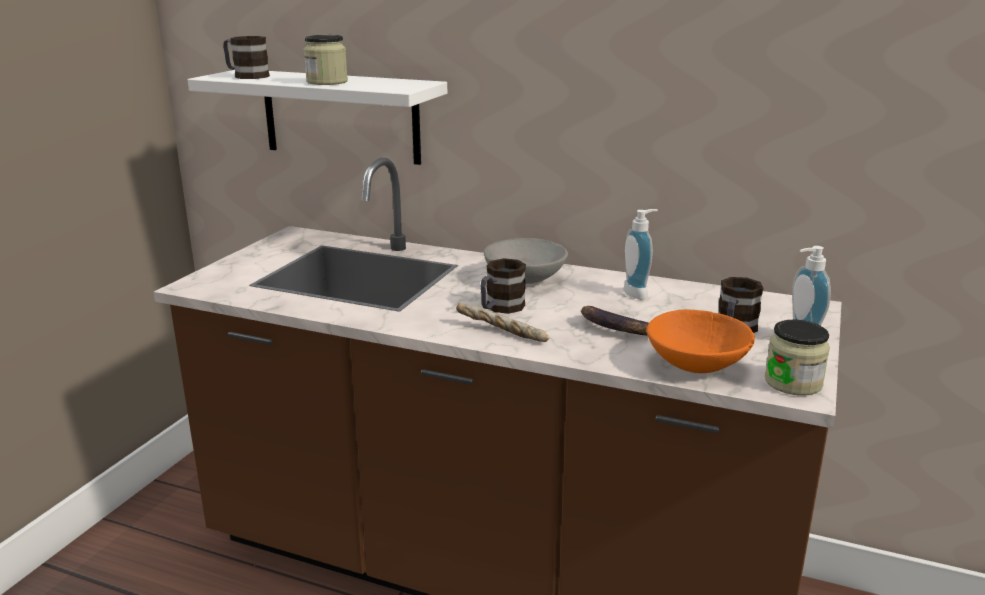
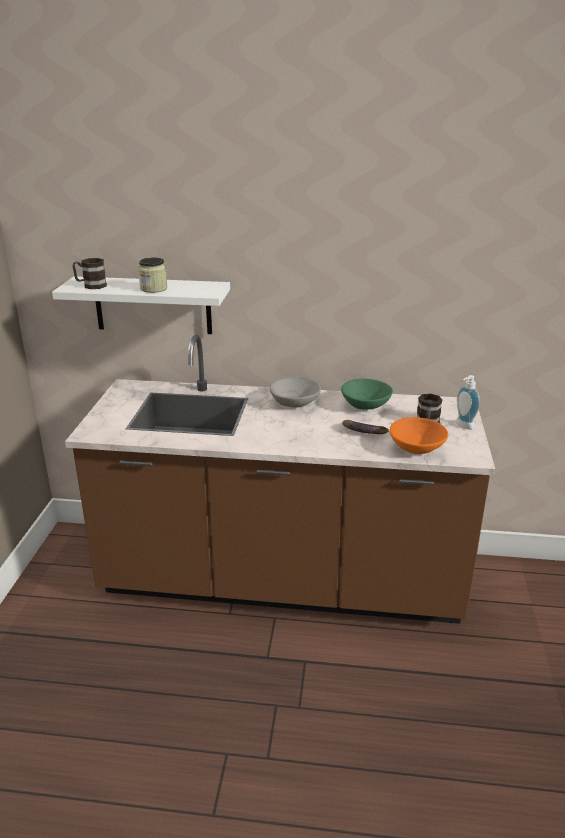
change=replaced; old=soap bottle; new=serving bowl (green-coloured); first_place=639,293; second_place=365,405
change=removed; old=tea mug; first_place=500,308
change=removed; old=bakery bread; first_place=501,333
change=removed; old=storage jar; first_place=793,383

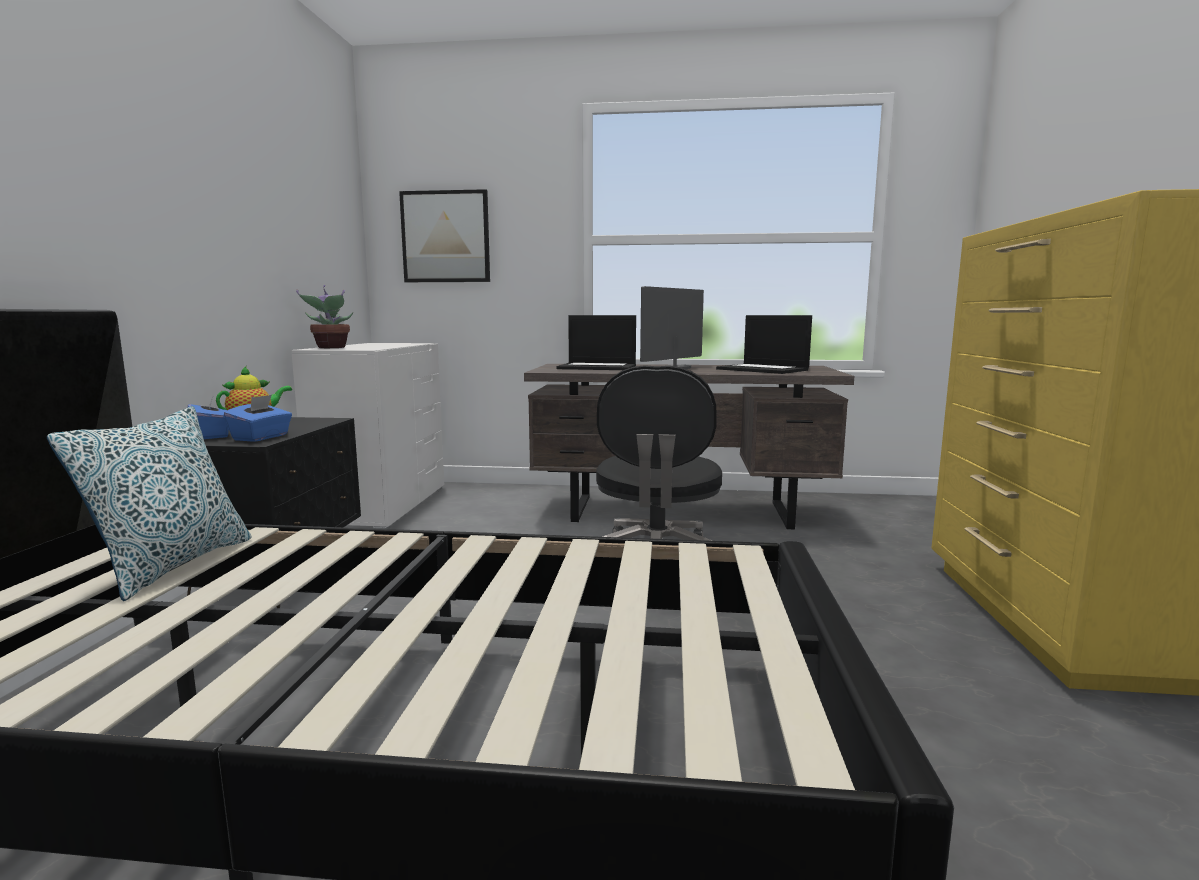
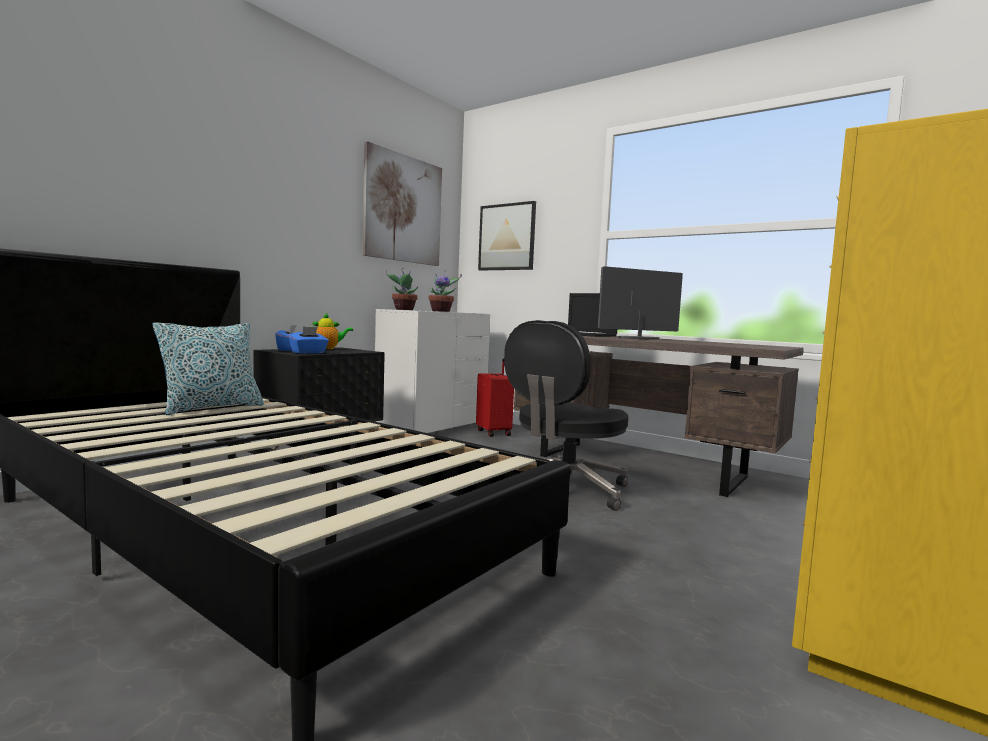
change=removed; old=laptop; first_place=763,369
change=added; new=picture; second_place=403,209
change=added; new=houseplant; second_place=441,311
change=added; new=travel case (red); second_place=494,432

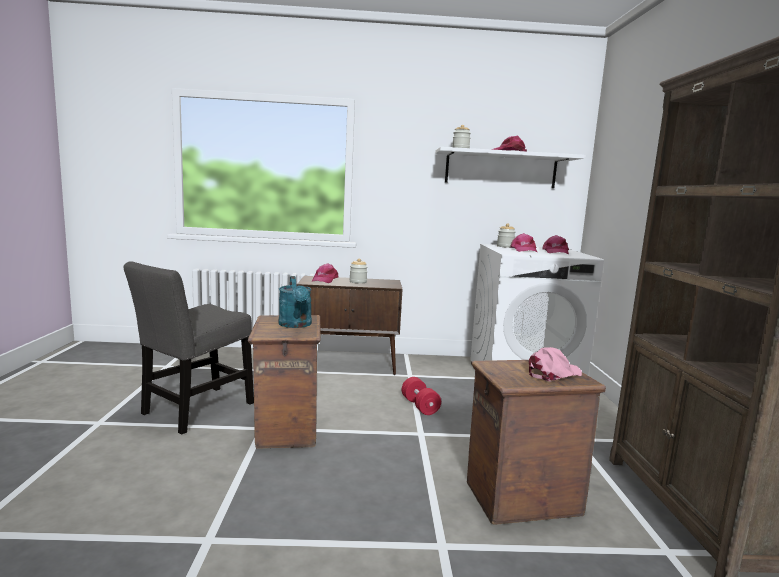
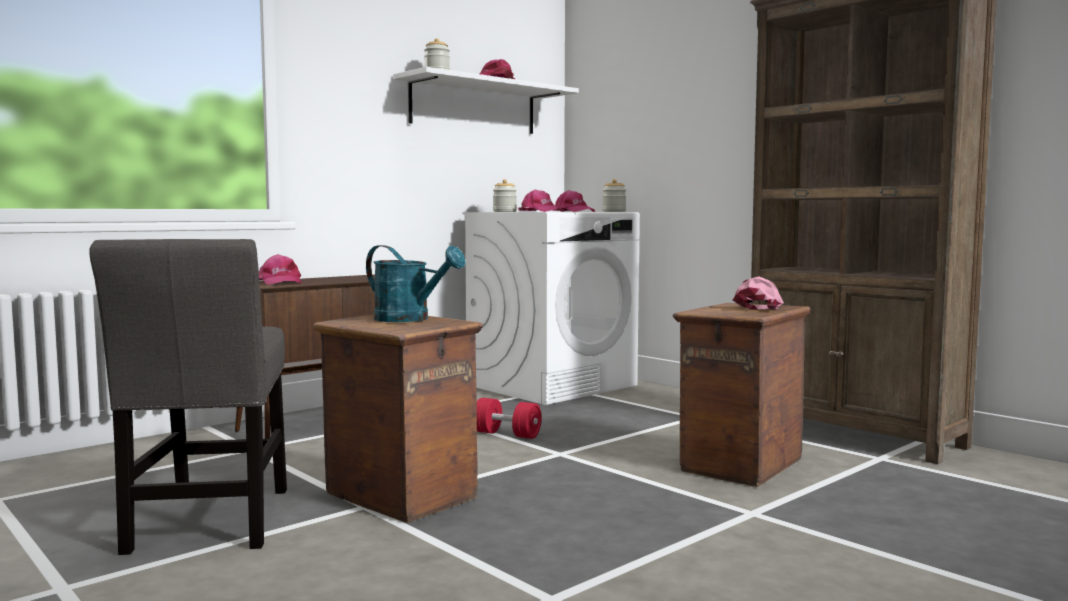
change=moved; old=storage jar; first_place=358,282; second_place=614,211

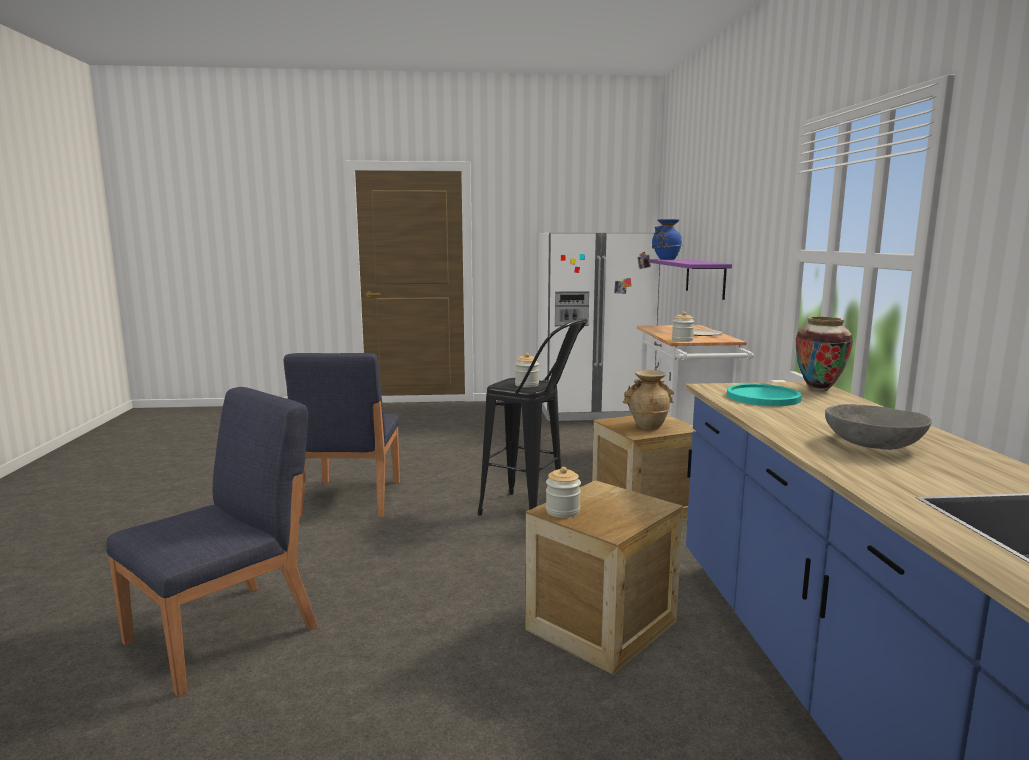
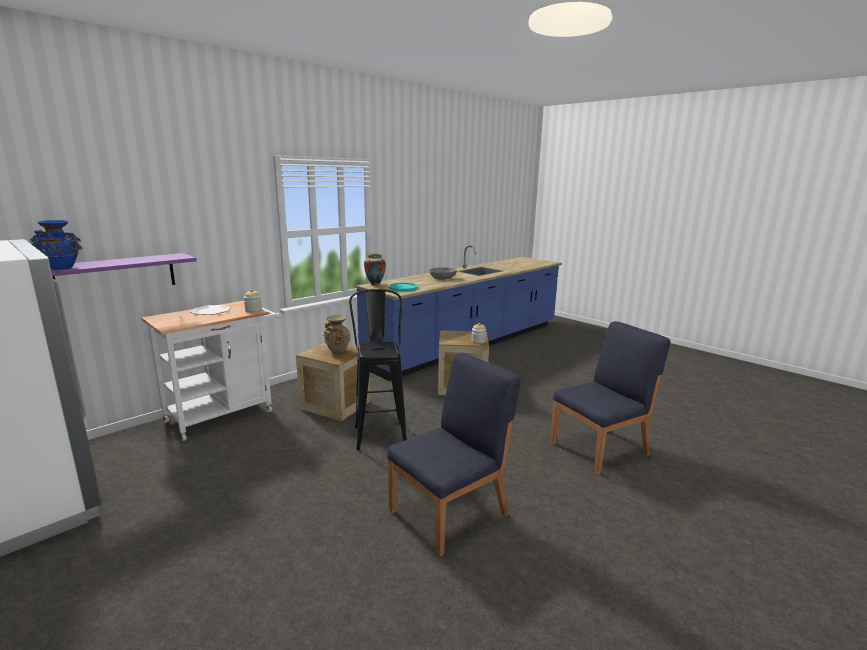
change=removed; old=storage jar; first_place=526,385
change=turned; old=plain chair (blue-coloured); first_place=225,634; second_place=600,448; degrees=150

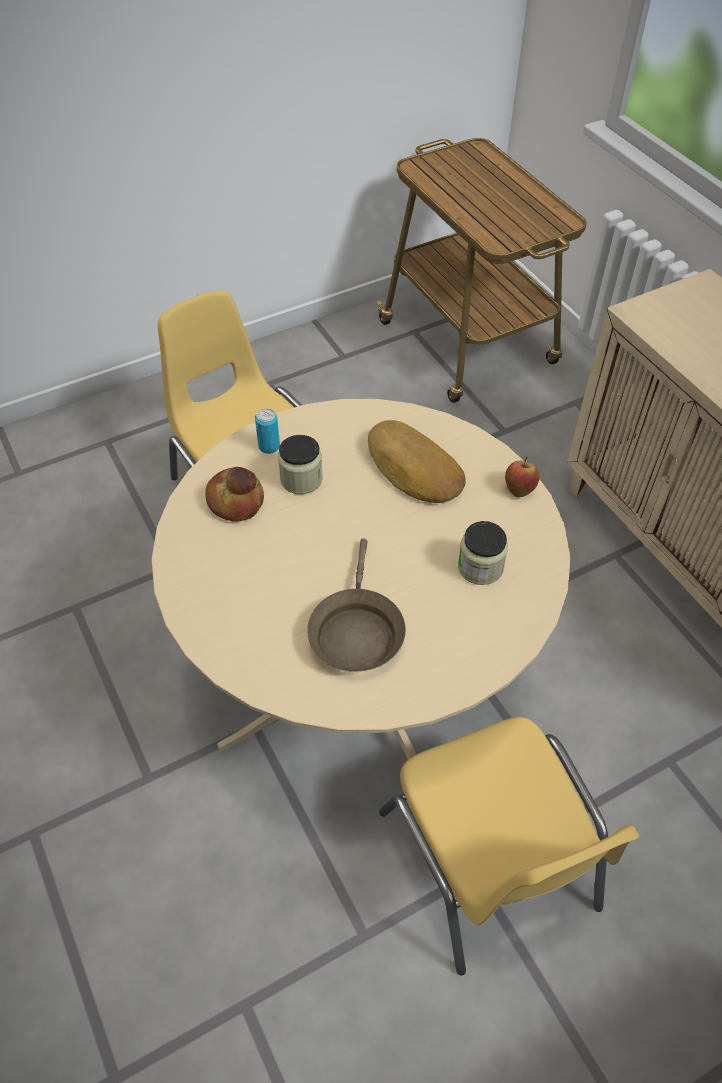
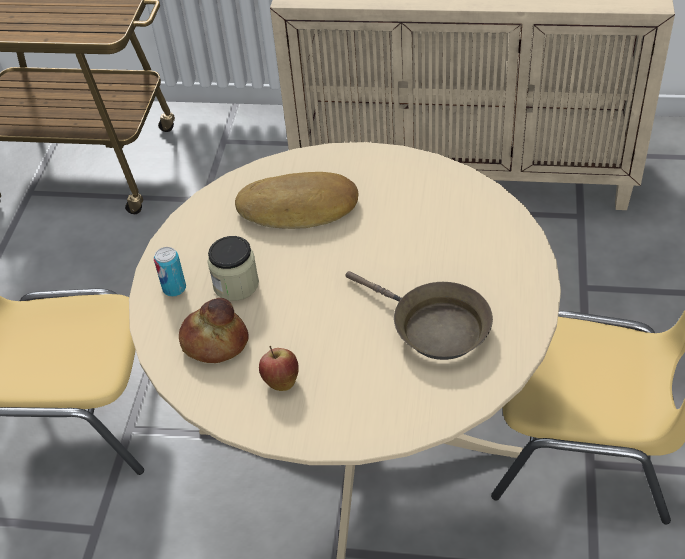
change=moved; old=apple fruit; first_place=519,489; second_place=281,381
change=removed; old=storage jar; first_place=480,567

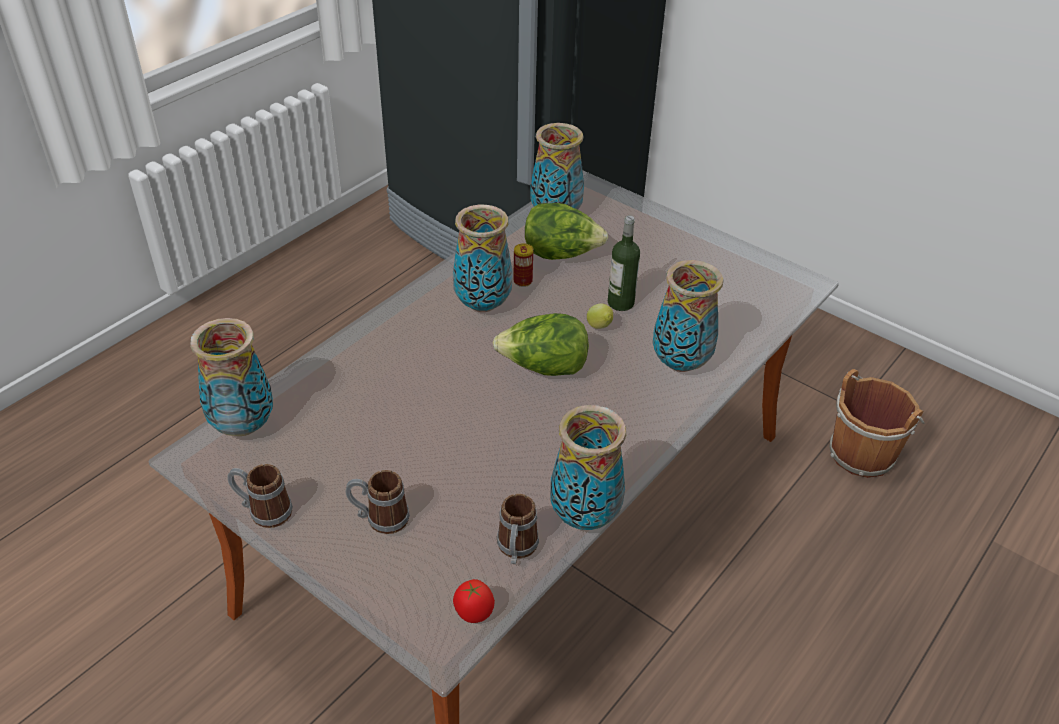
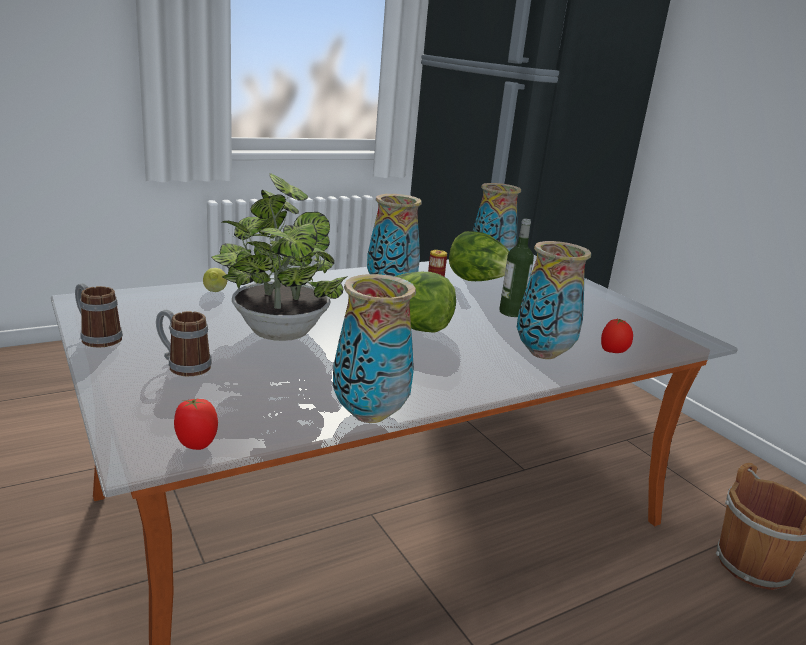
change=moved; old=whole lemon; first_place=600,327; second_place=215,292
change=removed; old=vase; first_place=243,426
change=removed; old=tea mug; first_place=516,549
change=added; new=houseplant; second_place=279,329
change=added; new=whole tomato; second_place=613,352

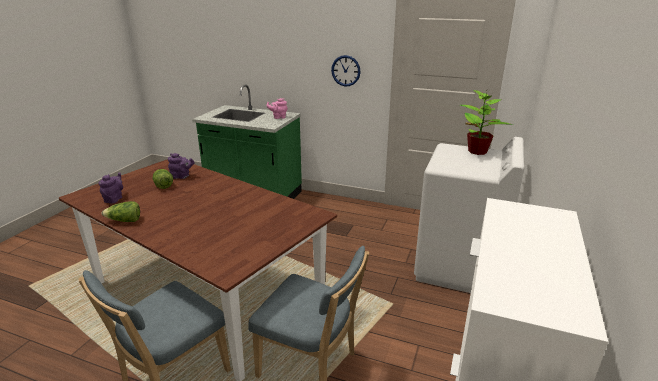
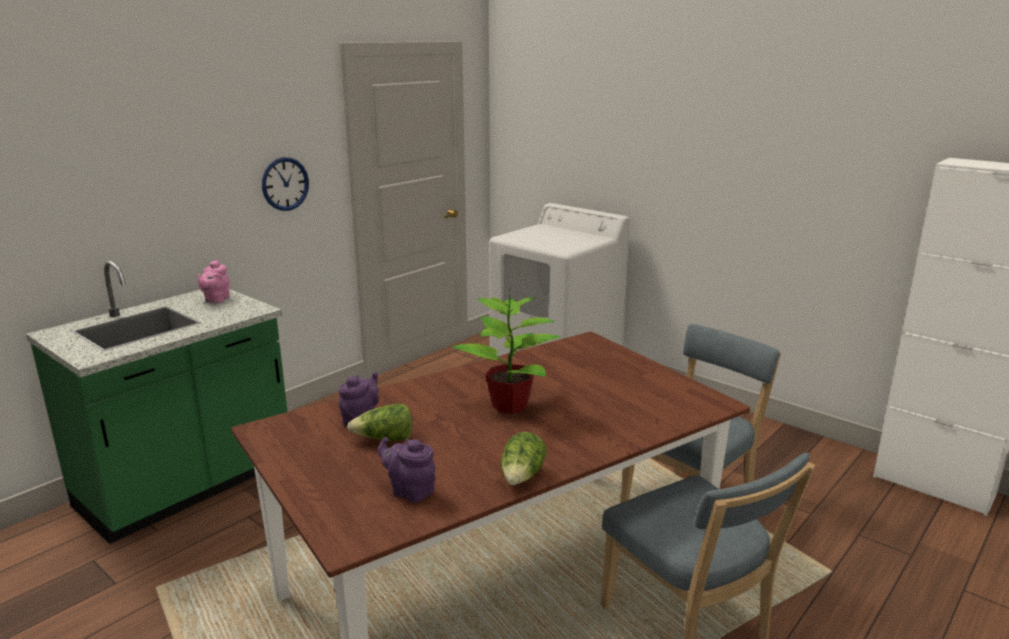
change=moved; old=houseplant; first_place=478,152; second_place=511,405

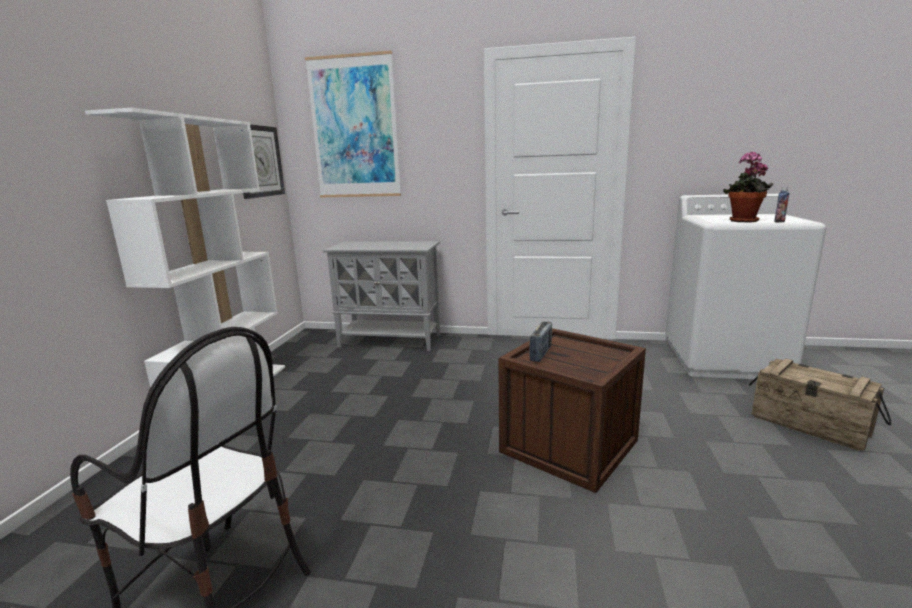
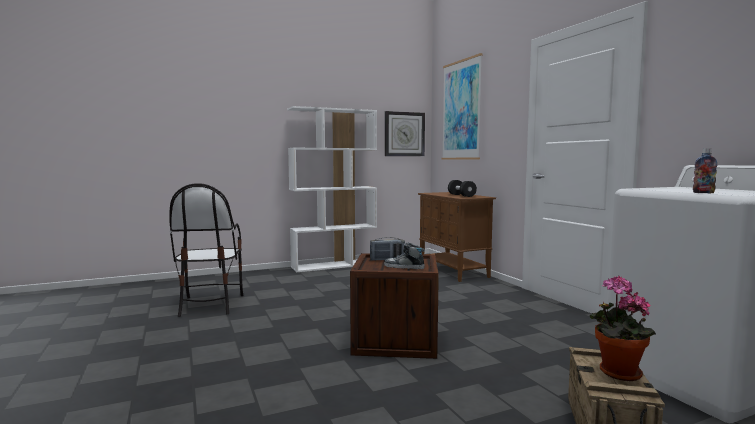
change=moved; old=houseplant; first_place=743,221; second_place=616,373
change=recoloured; old=storage cabinet (gray); new=storage cabinet (brown); first_place=391,340; second_place=453,271
change=added; new=free weight (black); second_place=461,195
change=added; new=shoe; second_place=404,267

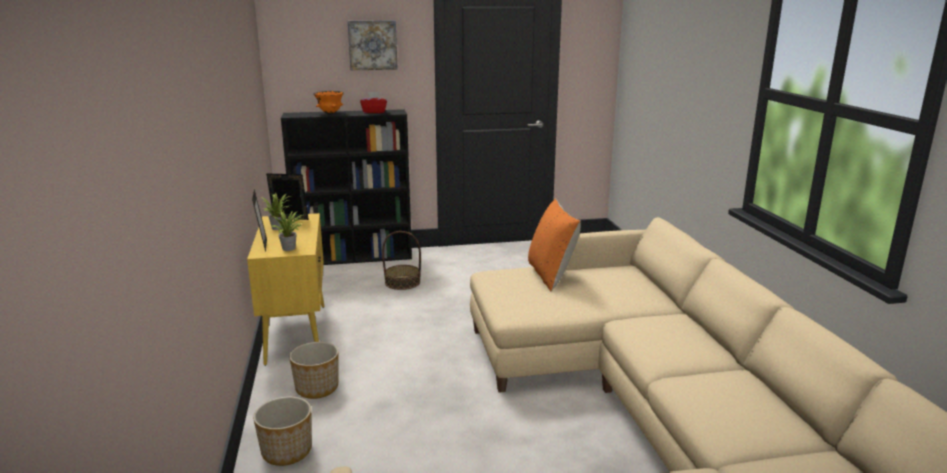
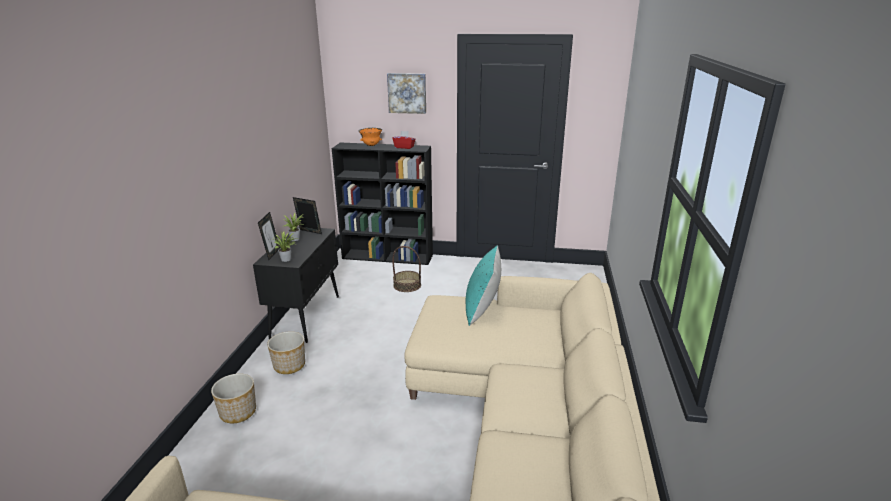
change=recoloured; old=cushion (orange-coloured); new=cushion (turquoise-coloured); first_place=551,276; second_place=482,310
change=recoloured; old=storage cabinet (yellowish); new=storage cabinet (black); first_place=296,333; second_place=306,316

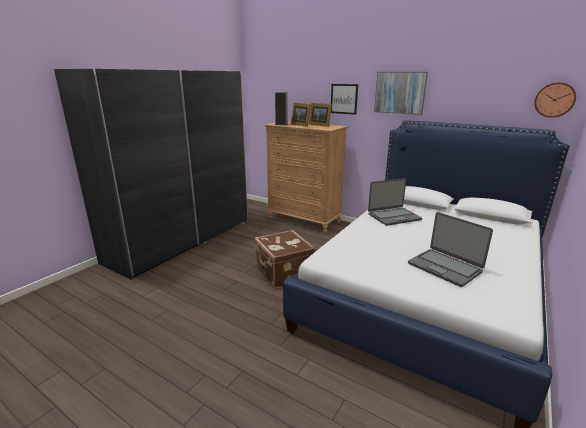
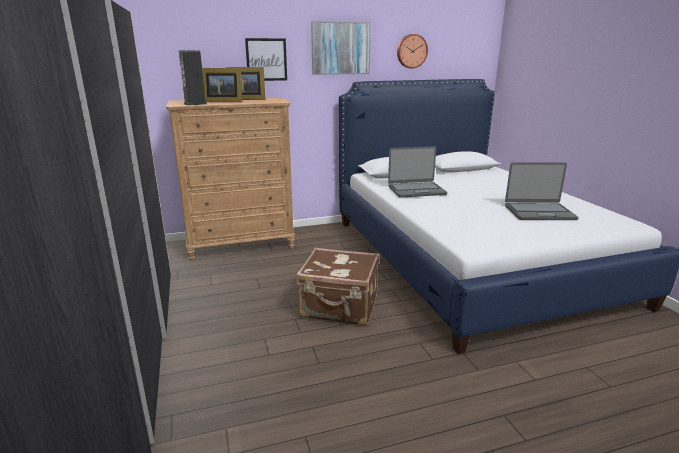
change=moved; old=clock on the wall; first_place=554,100; second_place=411,51
change=turned; old=laptop; first_place=393,217; second_place=416,190; degrees=60

